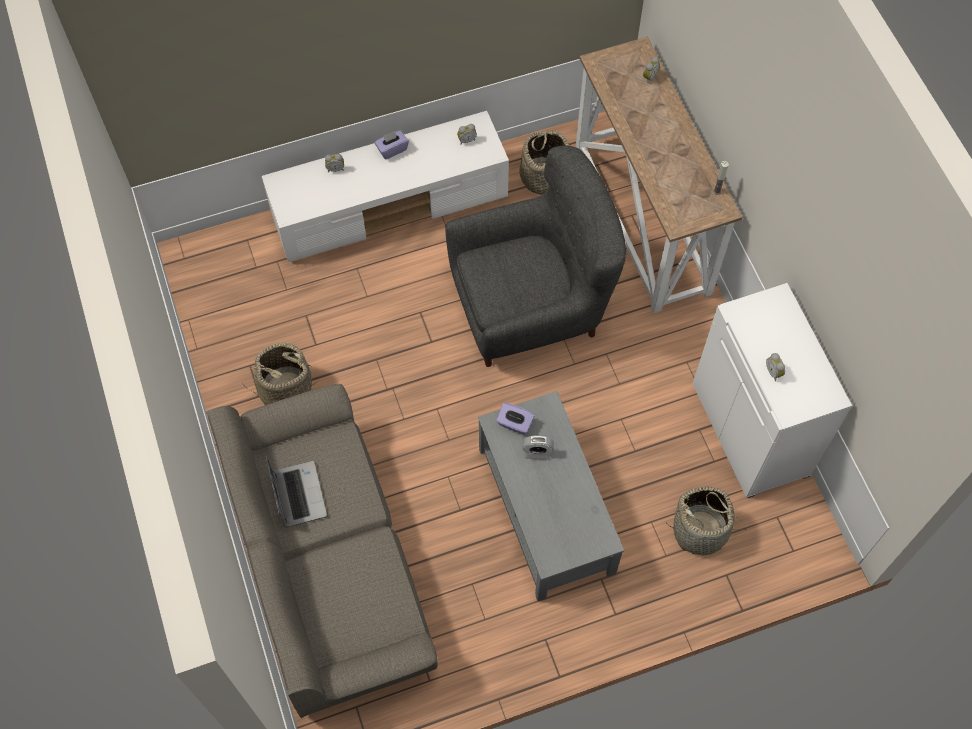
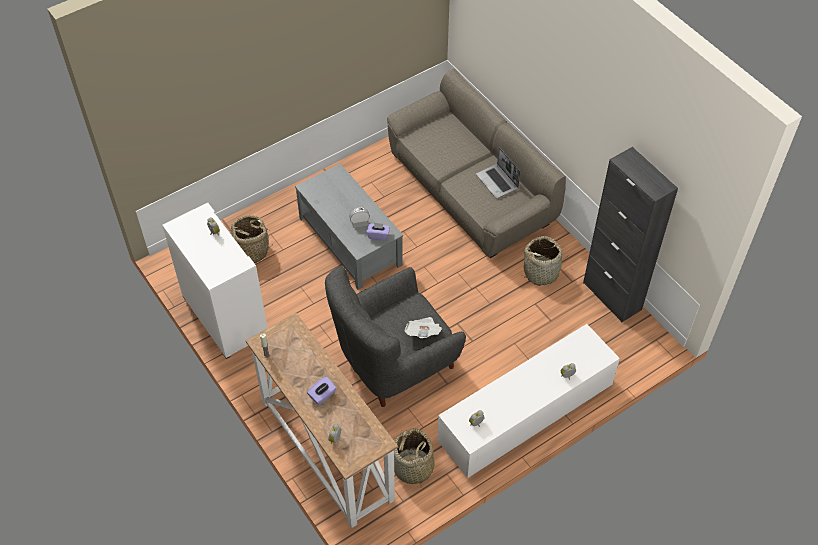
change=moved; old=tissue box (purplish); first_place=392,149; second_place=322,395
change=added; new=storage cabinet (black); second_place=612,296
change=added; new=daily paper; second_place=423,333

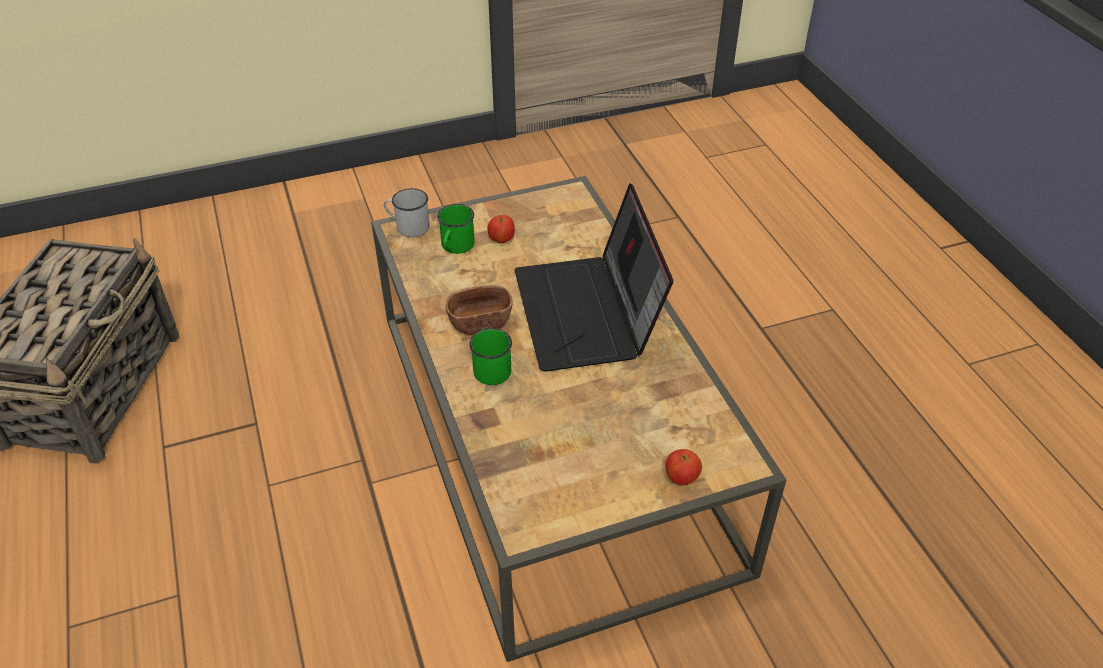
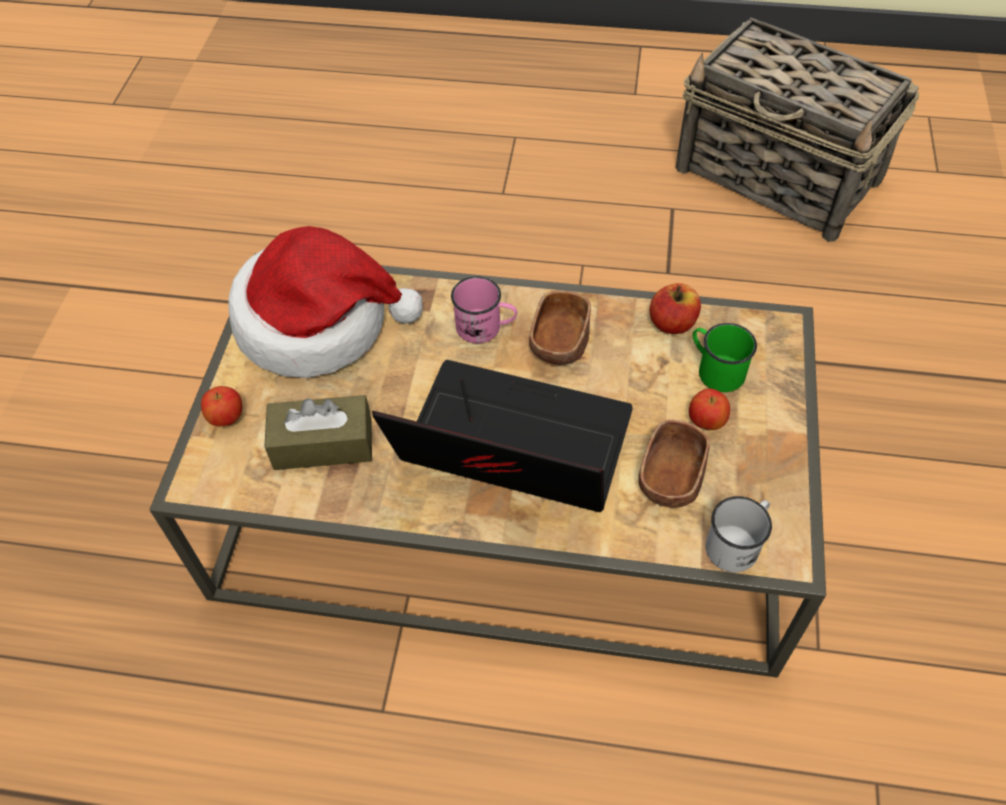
change=moved; old=tea mug (whitish); first_place=408,226; second_place=737,543
change=recoloured; old=tea mug (green-coloured); new=tea mug (pinkish); first_place=490,367; second_place=485,328
change=added; new=hat; second_place=318,322
change=added; new=apple fruit; second_place=672,323
change=added; new=tissue box (brown); second_place=323,444
change=added; new=serving bowl (brown); second_place=670,479

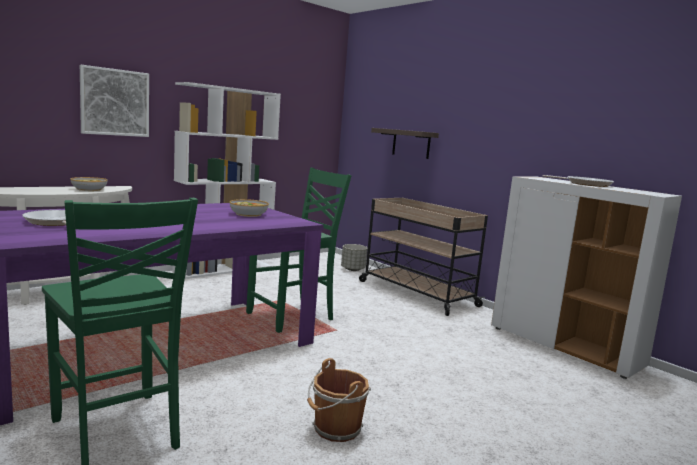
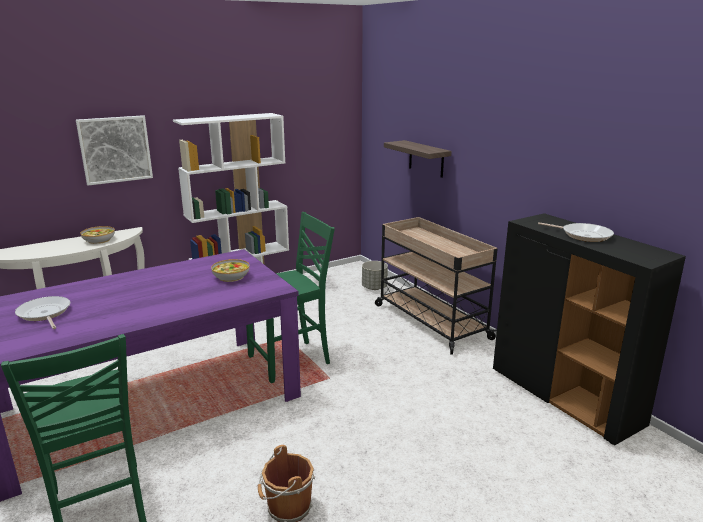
change=recoloured; old=storage cabinet (whitish); new=storage cabinet (black); first_place=565,347; second_place=565,398

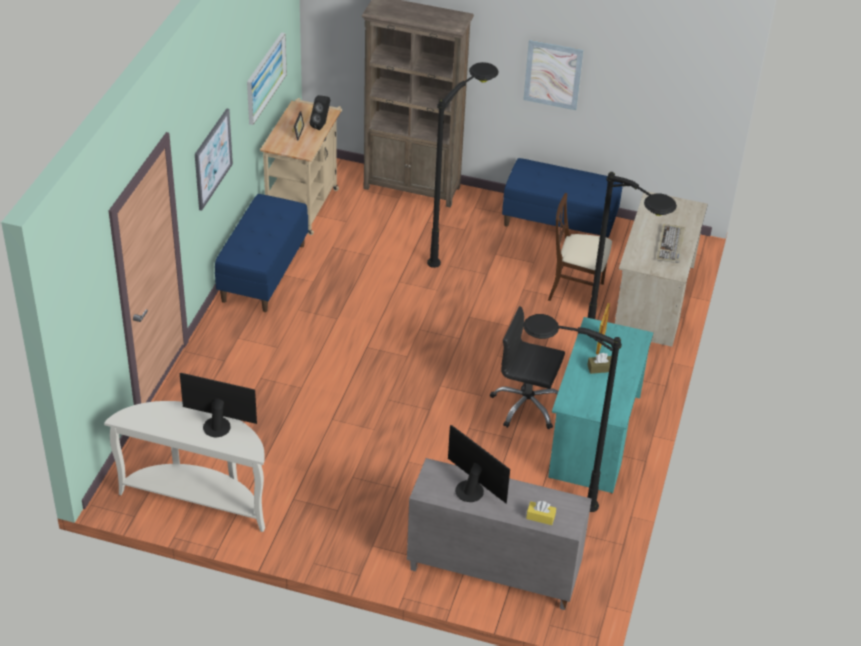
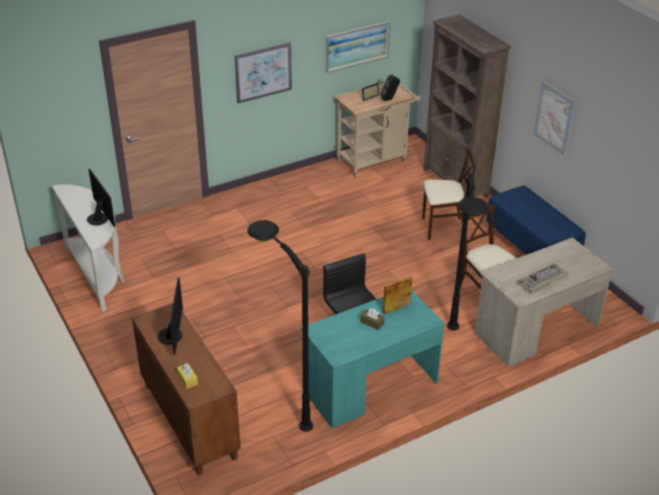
change=replaced; old=standing lamp (black); new=plain chair (beige); first_place=461,244; second_place=443,228
change=removed; old=bench (blue-coloured); first_place=263,272
change=recoloured; old=storage cabinet (gray); new=storage cabinet (brown); first_place=492,572; second_place=188,420

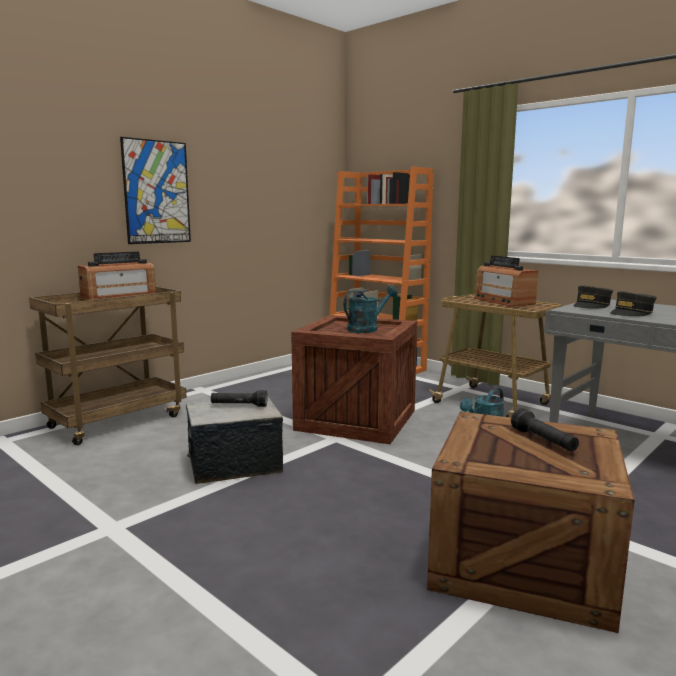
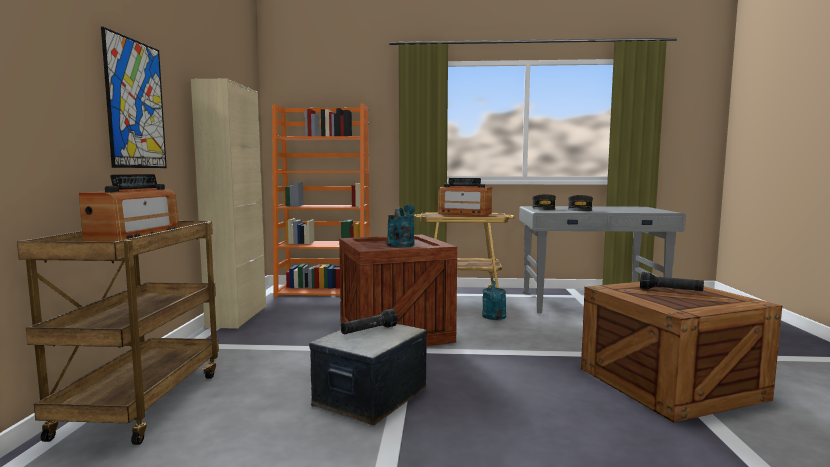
change=added; new=storage cabinet (beige); second_place=237,316

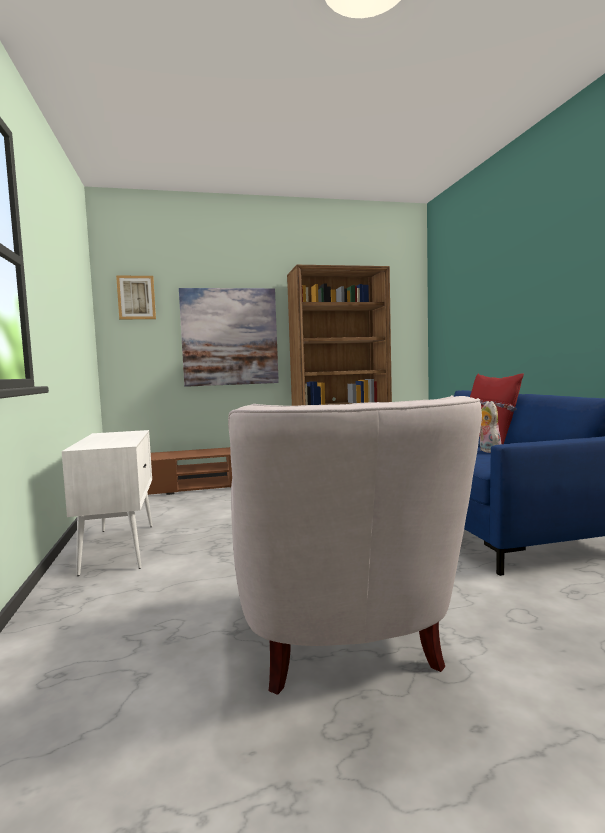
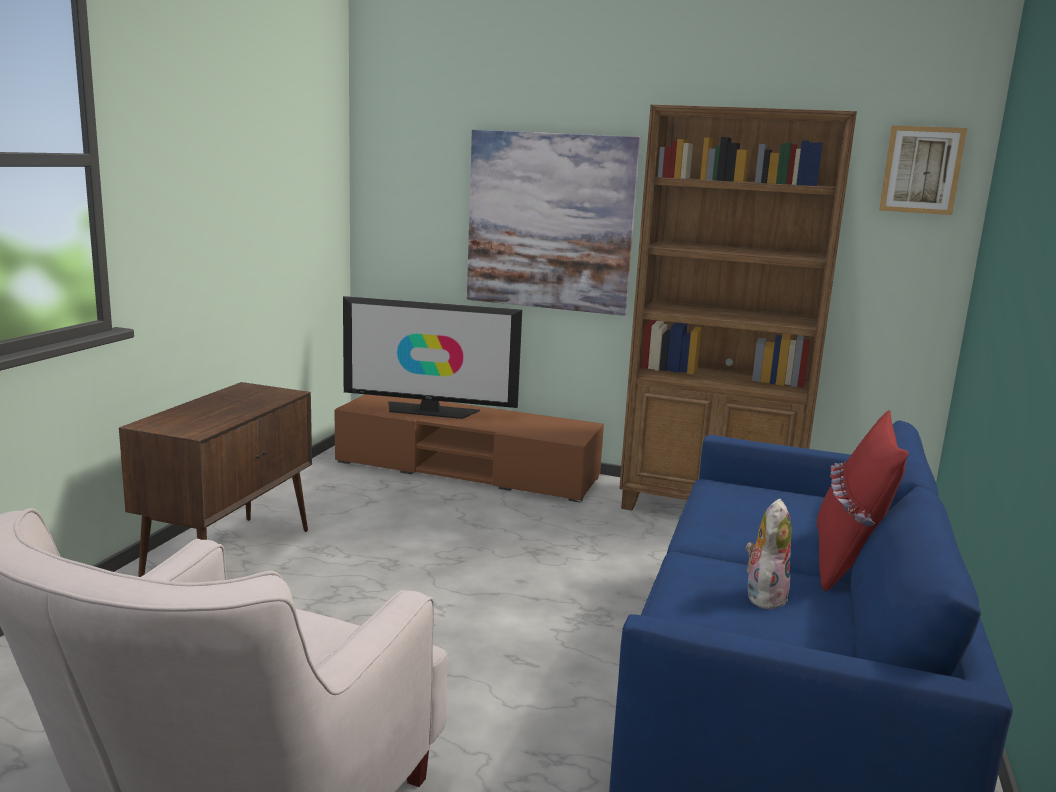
change=moved; old=picture; first_place=136,297; second_place=921,170
change=recoloured; old=storage cabinet (whitish); new=storage cabinet (brown); first_place=119,547; second_place=230,556
change=added; new=TV set; second_place=430,411

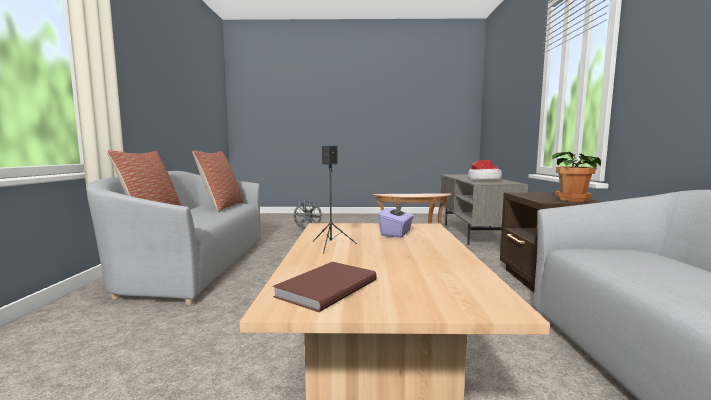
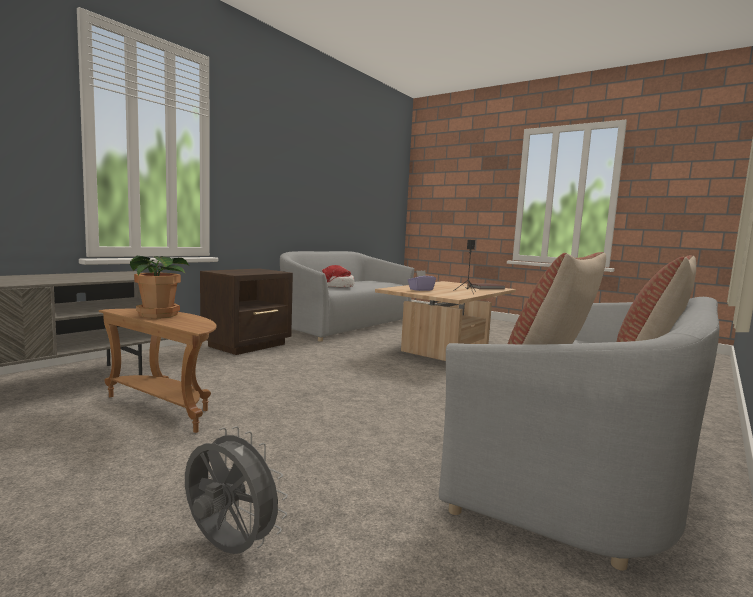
change=moved; old=houseplant; first_place=574,200; second_place=158,314
change=moved; old=hat; first_place=483,180; second_place=336,287

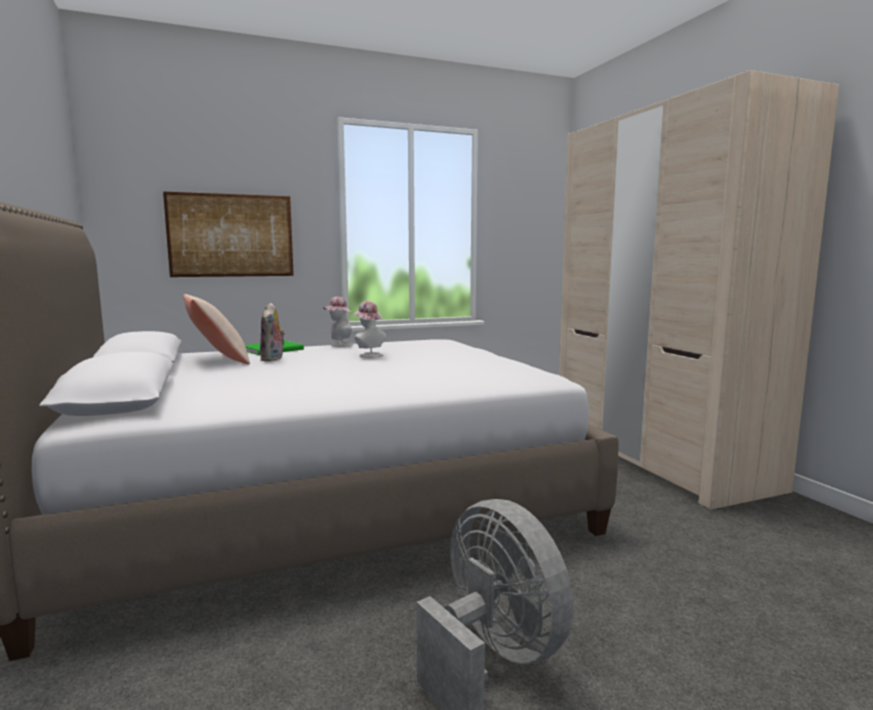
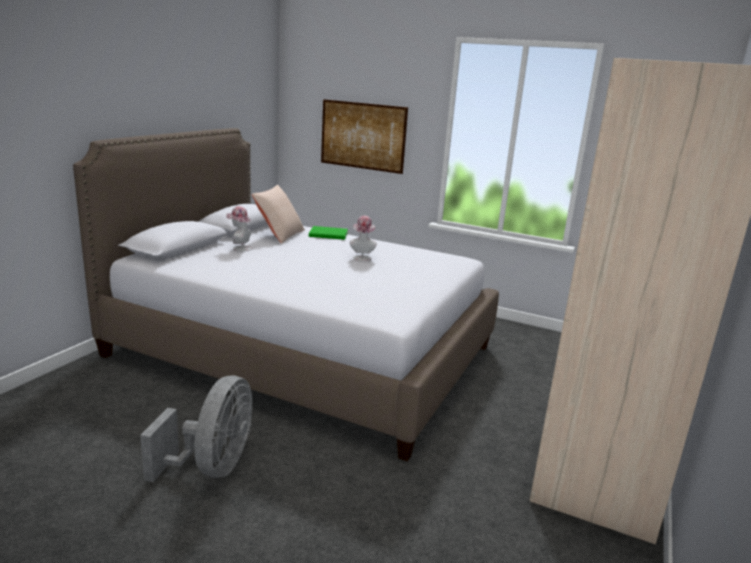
change=moved; old=hat; first_place=339,345; second_place=239,248
change=removed; old=cuddly toy; first_place=273,359

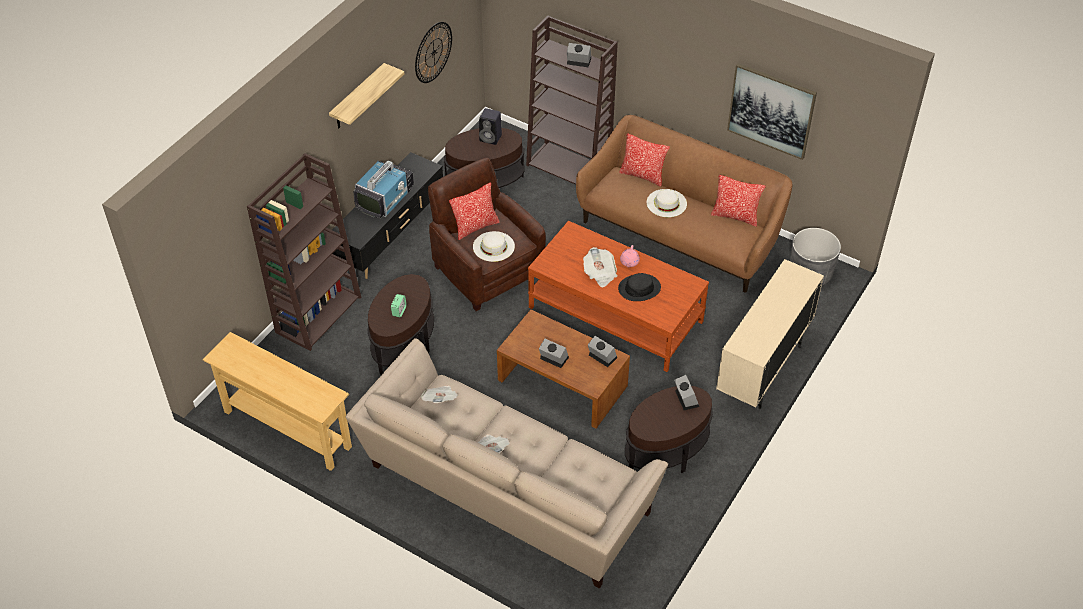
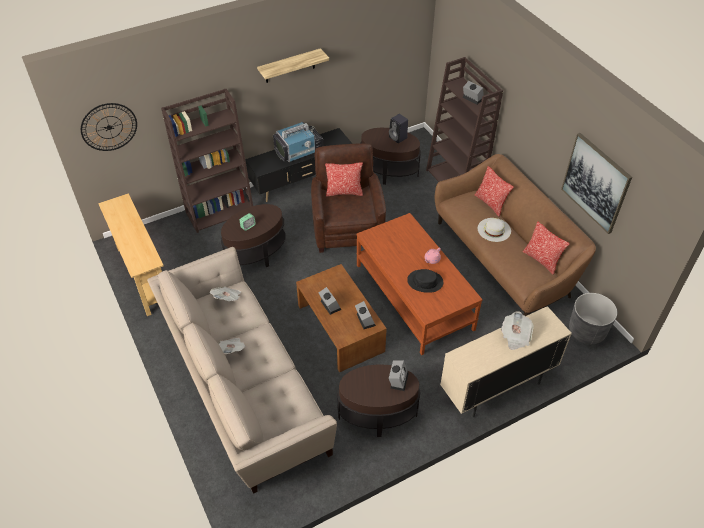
change=moved; old=clock on the wall; first_place=433,52; second_place=109,127
change=removed; old=hat (whitish); first_place=493,246
change=moved; old=daily paper; first_place=600,274; second_place=515,336

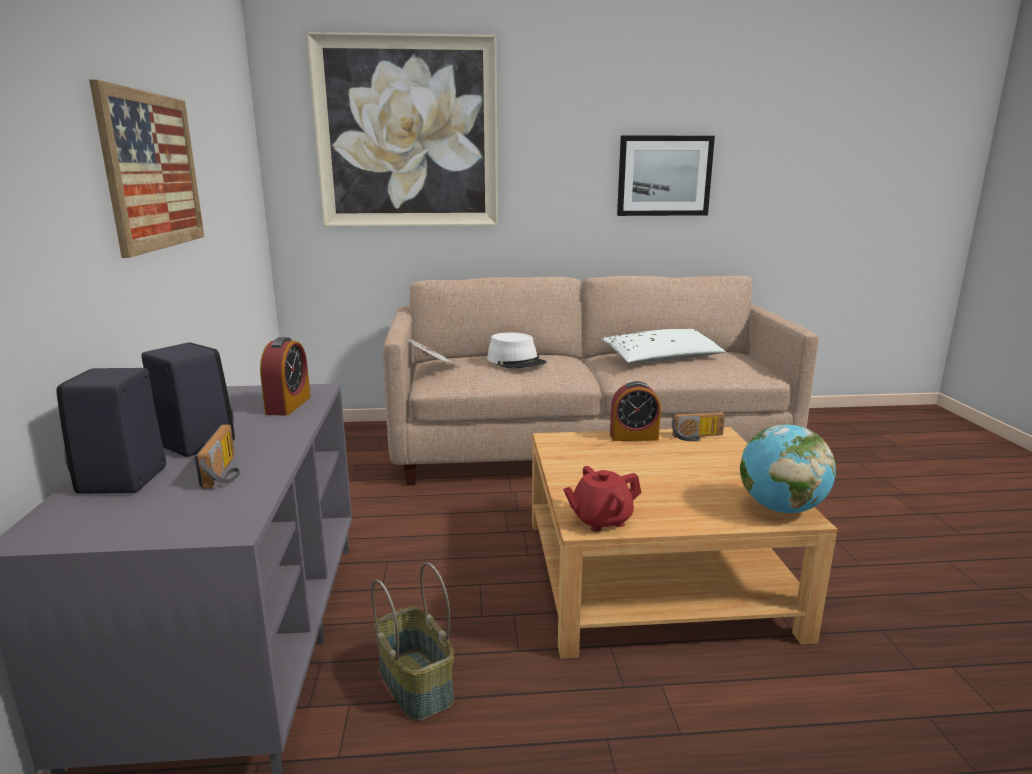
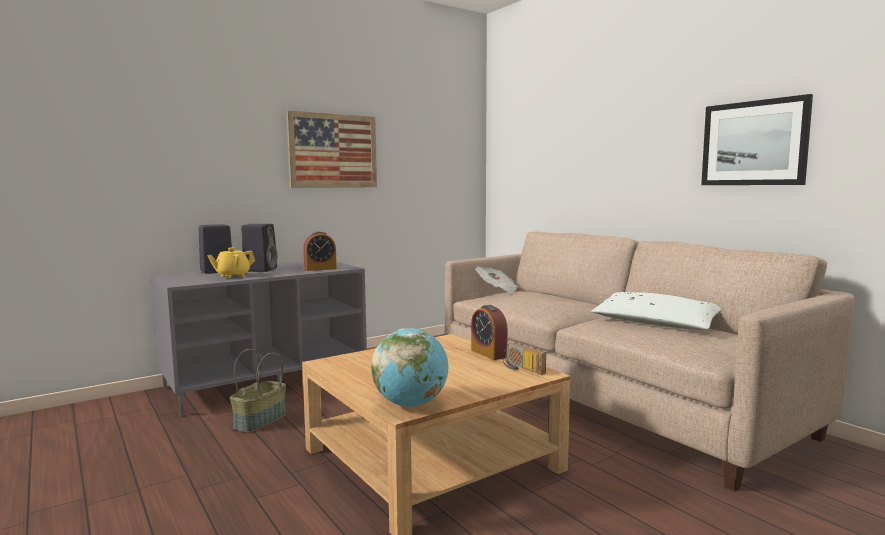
change=removed; old=picture; first_place=407,134
change=removed; old=hat (whitish); first_place=516,361
change=replaced; old=radio receiver; new=teapot (yellowish); first_place=226,472; second_place=232,276
change=removed; old=teapot (red); first_place=601,520

